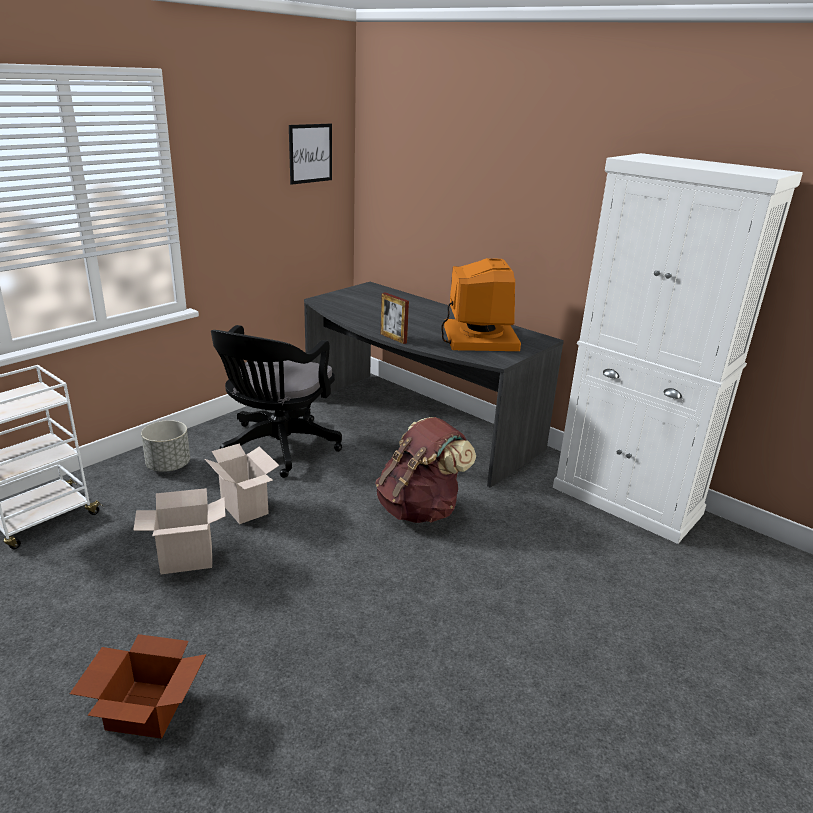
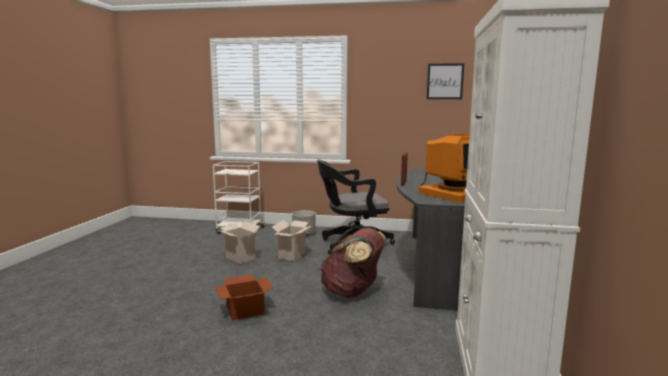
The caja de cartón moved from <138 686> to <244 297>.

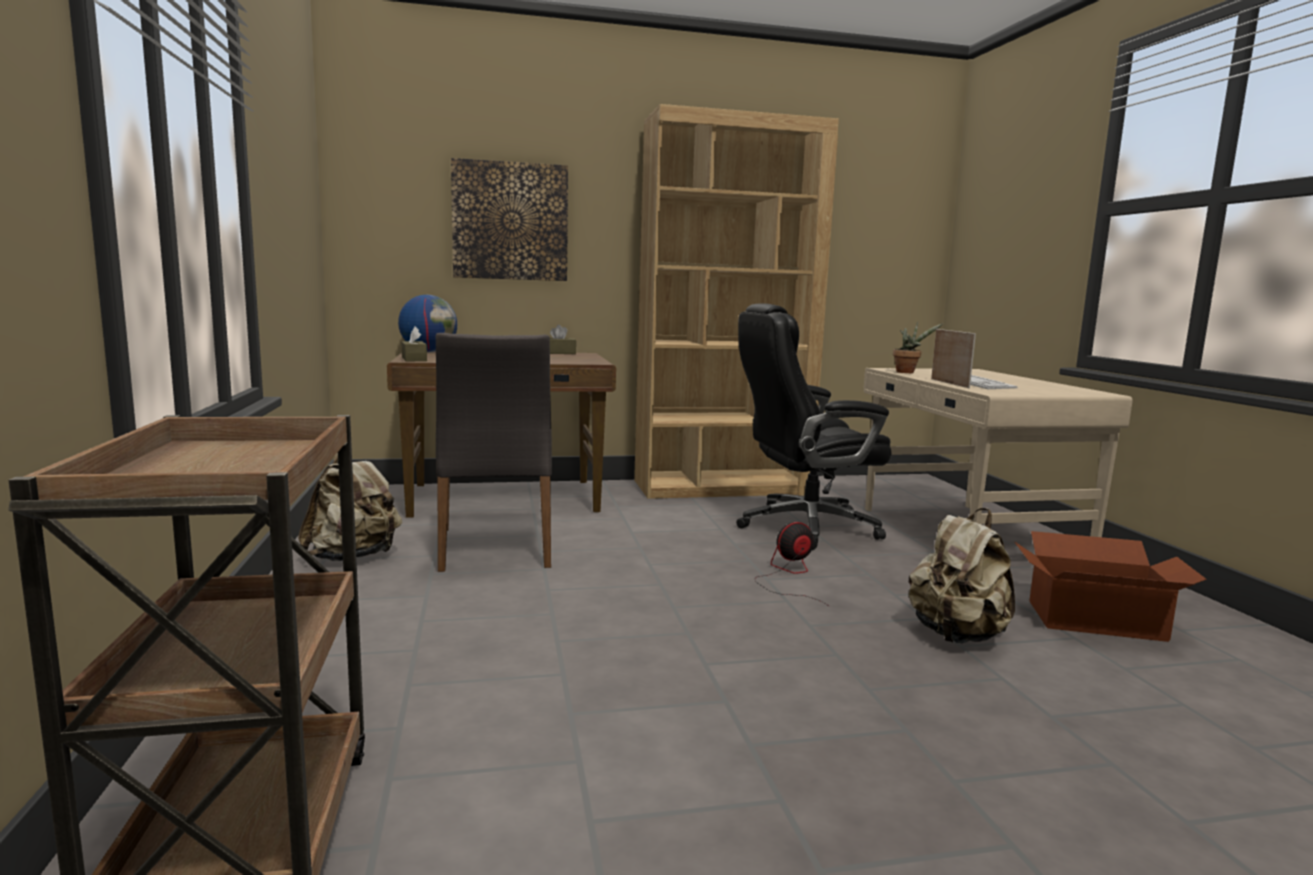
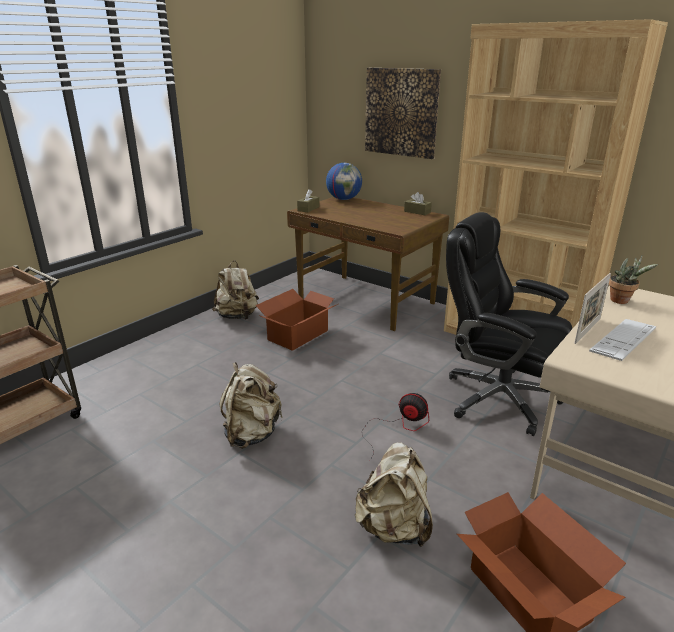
The mochila (beis) at <251 405> appeared.
The silla (gris) at <494 452> was replaced by the caja de cartón at <296 320>.

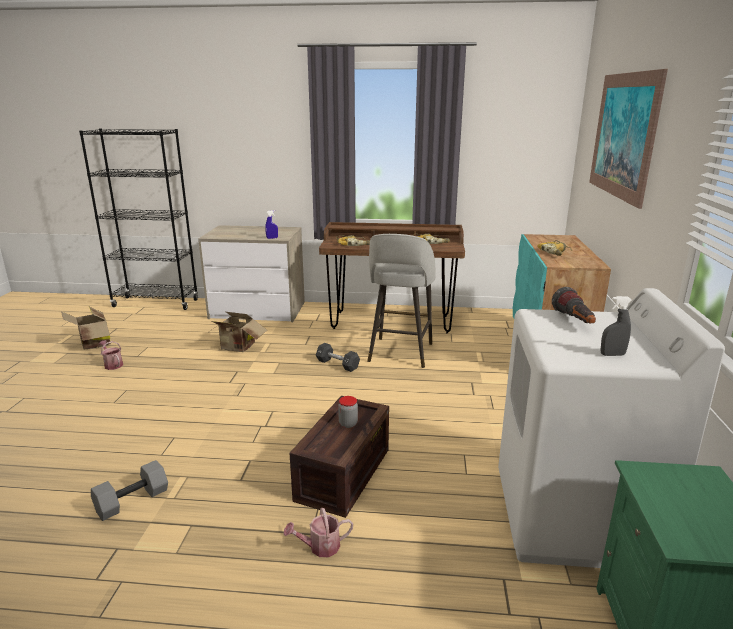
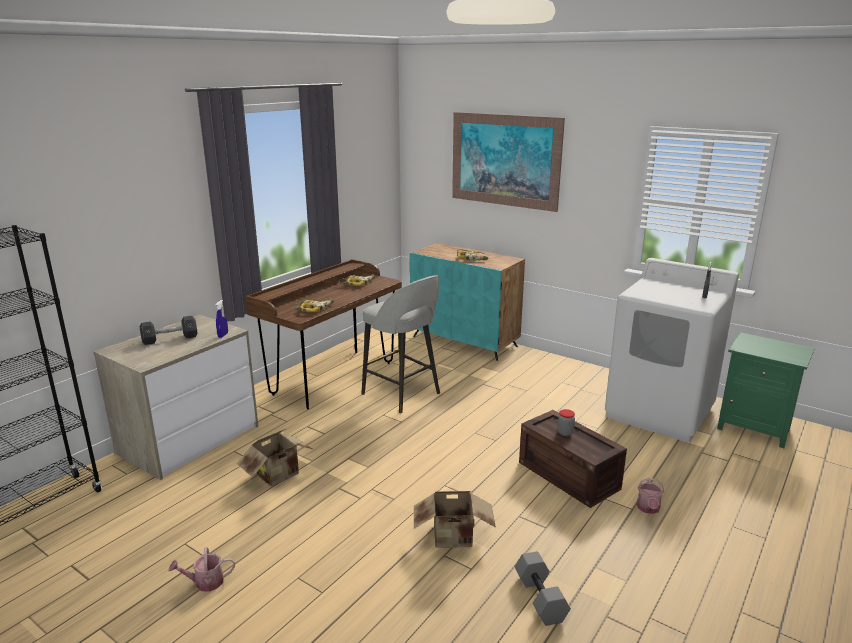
The mancuerna (negro) moved from <338 357> to <168 330>.
The caja de cartón moved from <86 328> to <455 519>.
The linterna at <574 305> disappeared.

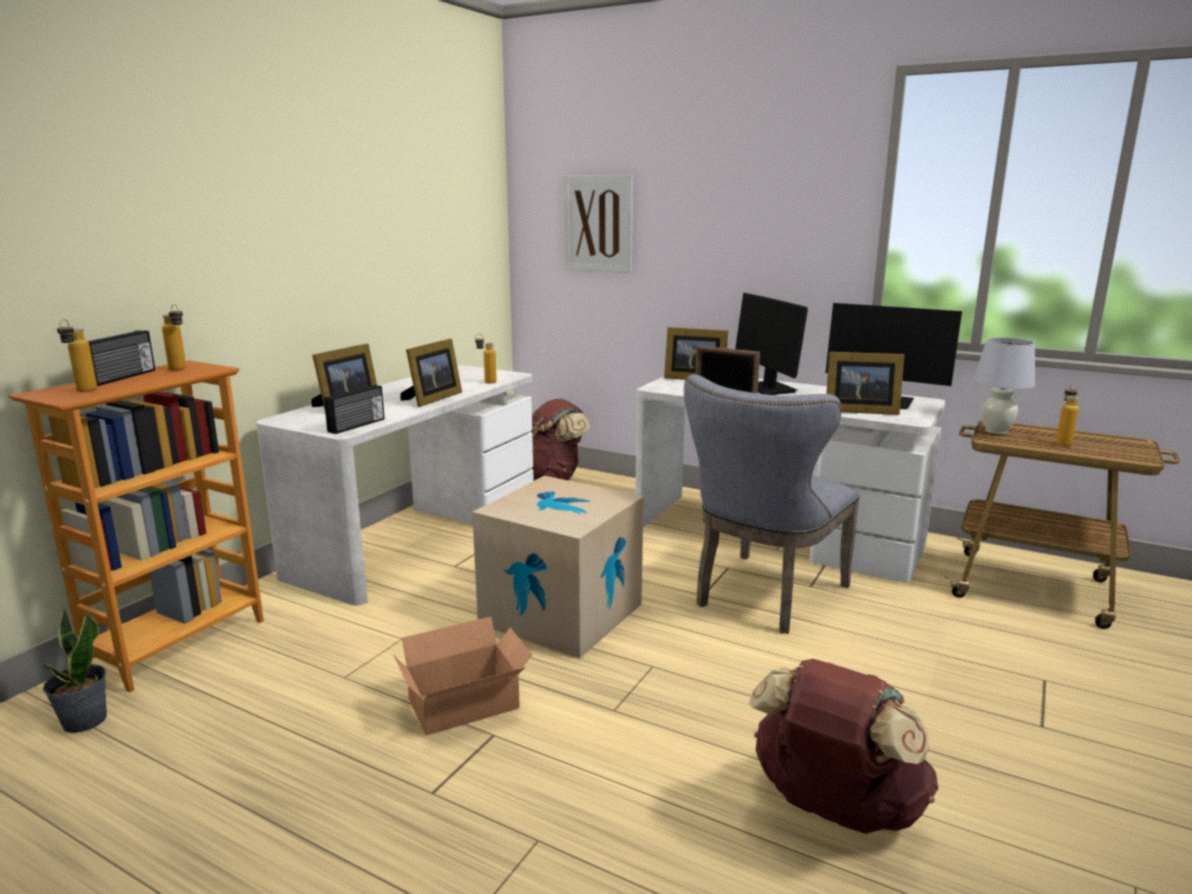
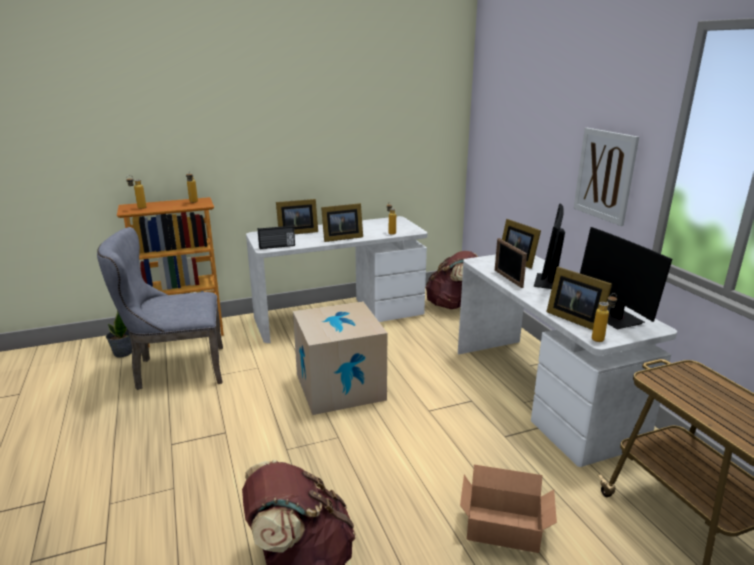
The silla (gris) moved from <772 504> to <160 308>.
The caja de cartón moved from <462 676> to <508 509>.
The cuadro moved from <598 224> to <606 177>.
The botella moved from <1067 414> to <604 317>.
The radio at <121 358> disappeared.
The lámpara de mesa (blanco) at <1004 385> disappeared.

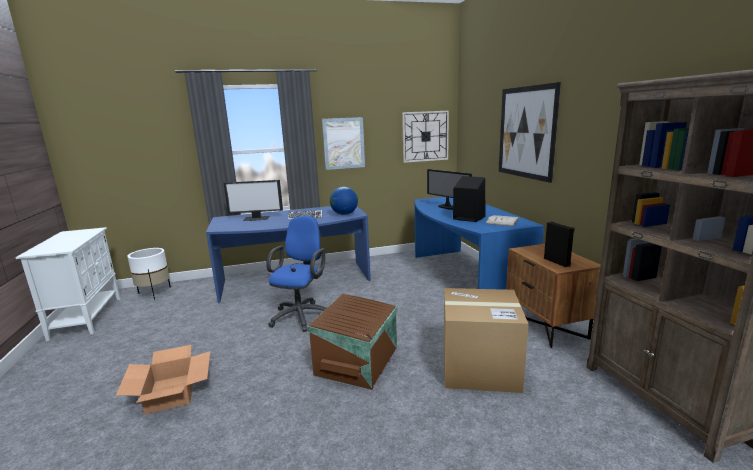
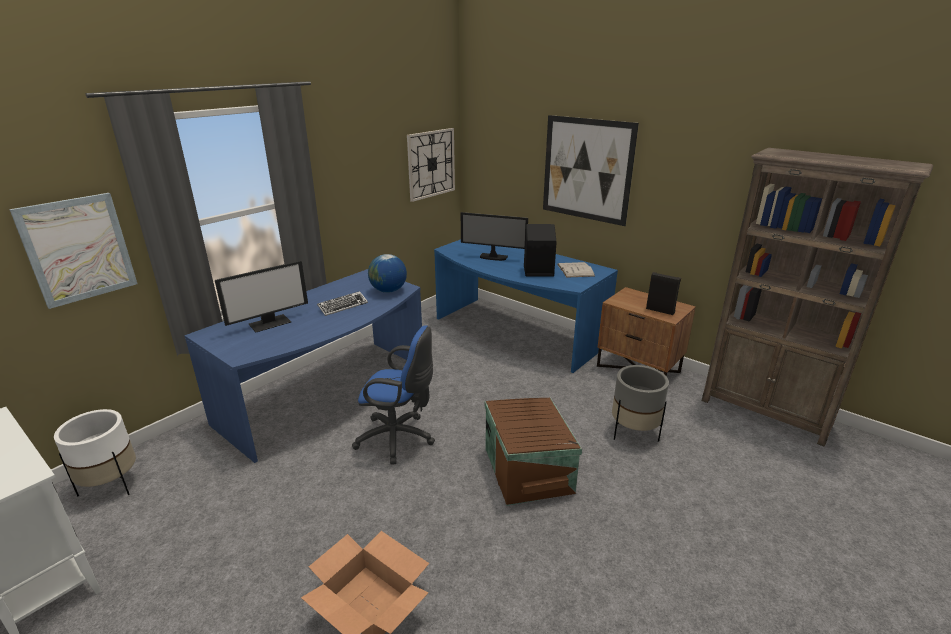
The cuadro moved from <343 143> to <73 251>.
The silla de oficina (azul) at <296 273> turned 120 degrees clockwise.
The caja de cartón at <486 340> was replaced by the maceta (gris) at <640 403>.

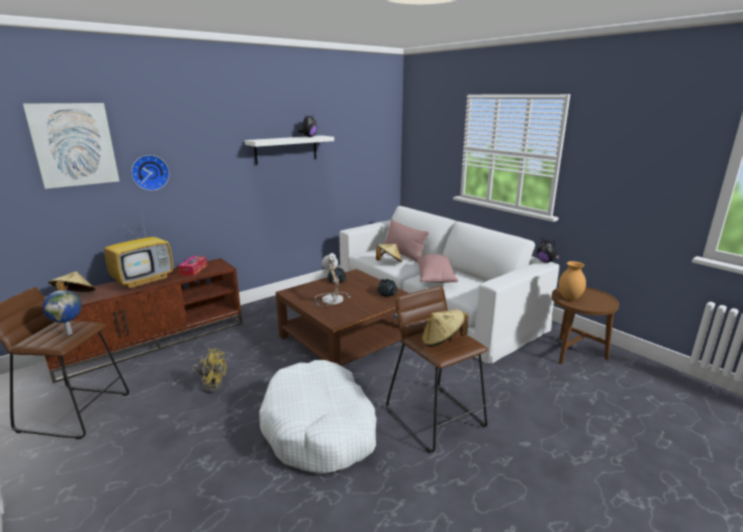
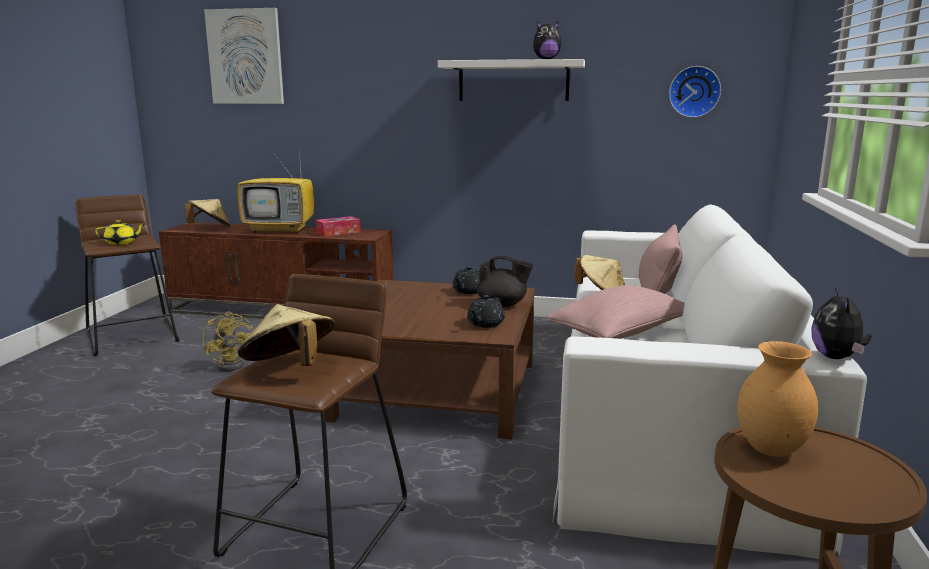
The globo terráqueo at <62 312> was replaced by the tetera (amarillo) at <120 232>.
The tetera (negro) at <505 281> appeared.
The reloj de pared moved from <150 173> to <695 92>.
The cama para perro (blanco) at <318 417> disappeared.
The lámpara de mesa at <333 280> disappeared.

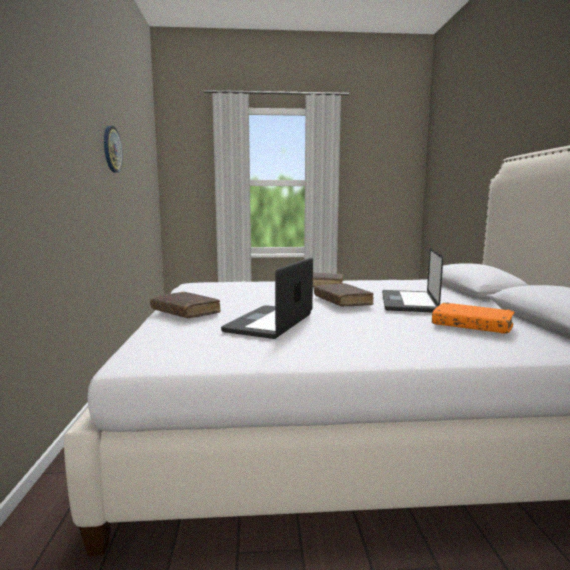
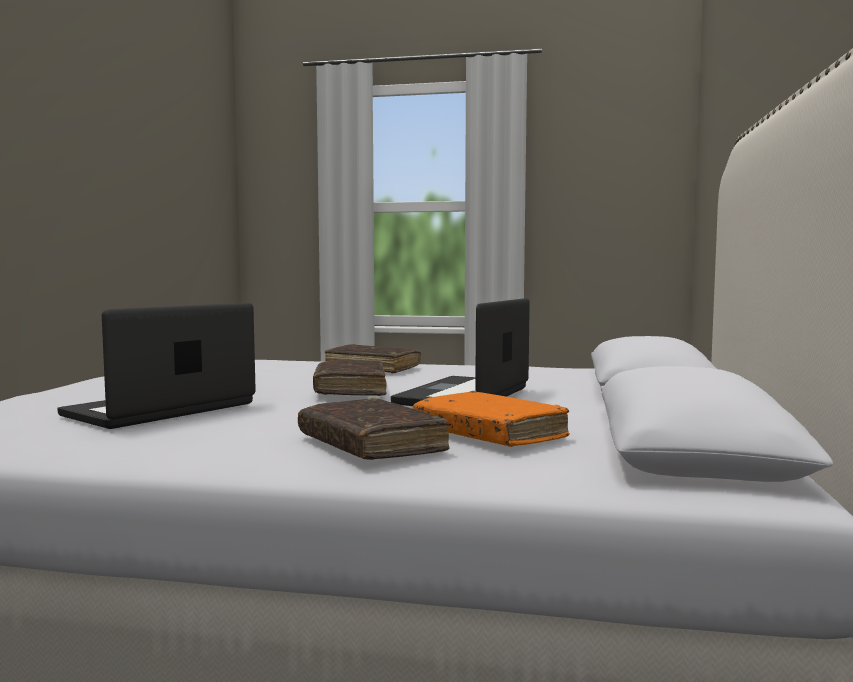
The libro (marrón) moved from <185 305> to <374 429>.
The reloj de pared at <113 149> disappeared.

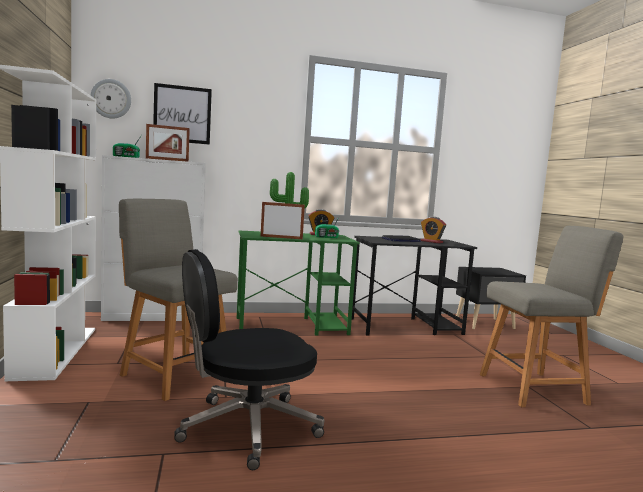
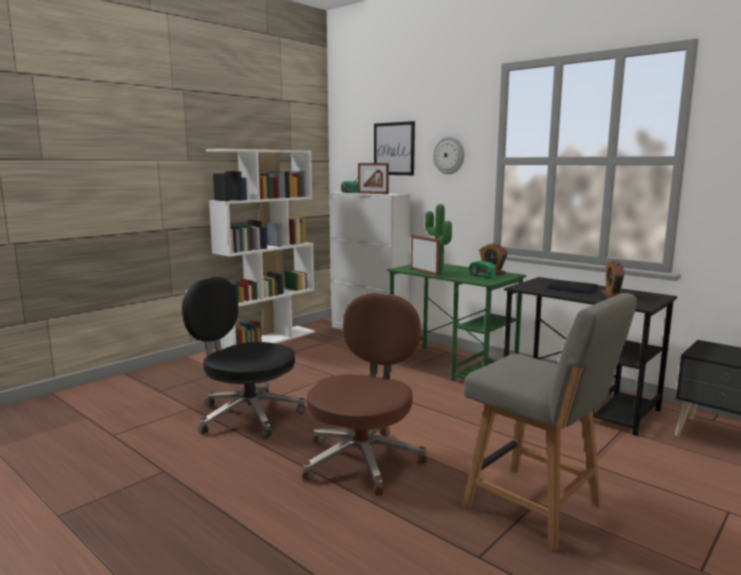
The silla de oficina (marrón) at <364 394> appeared.
The reloj de pared moved from <110 98> to <448 155>.
The silla (gris) at <178 300> disappeared.

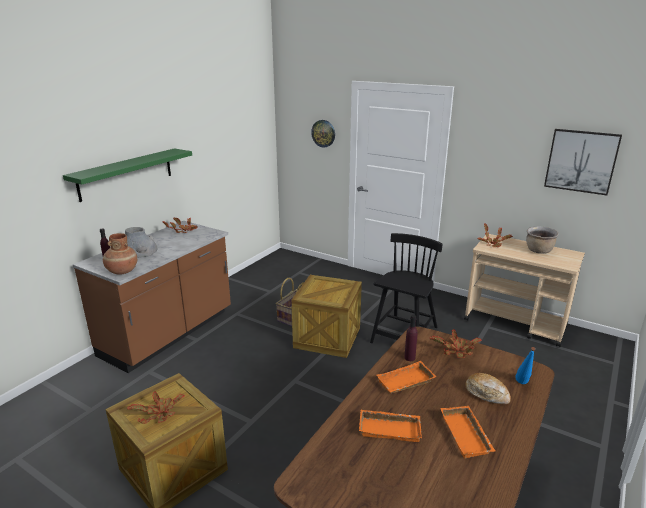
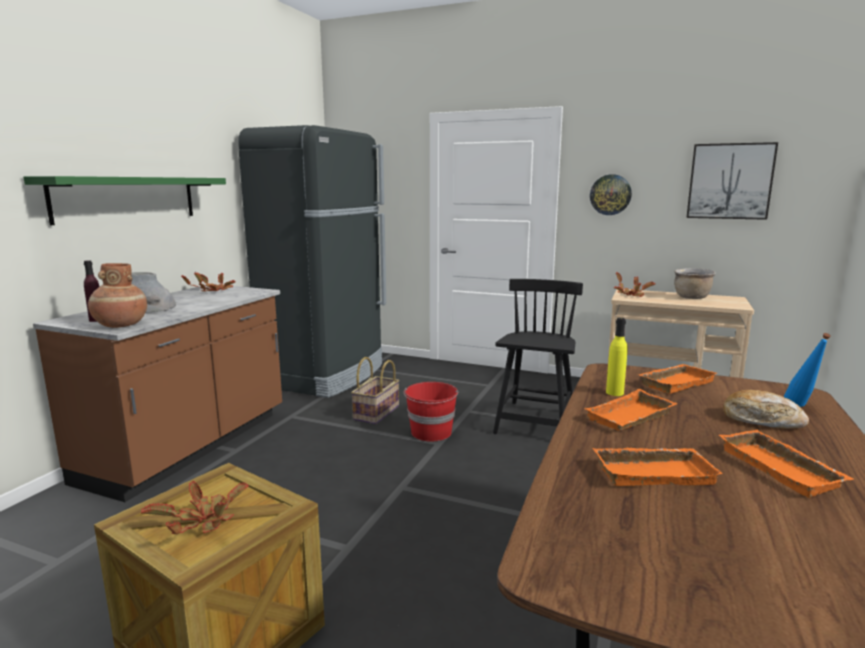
The nevera (negro) at <312 261> appeared.
The caja de embalaje at <327 316> was replaced by the cubo (rojo) at <431 412>.
The reloj de pared moved from <323 134> to <611 194>.
The botella (morado) at <411 338> became the botella (amarillo) at <617 357>.
The planta en maceta at <455 343> was replaced by the bandeja (naranja) at <677 379>.

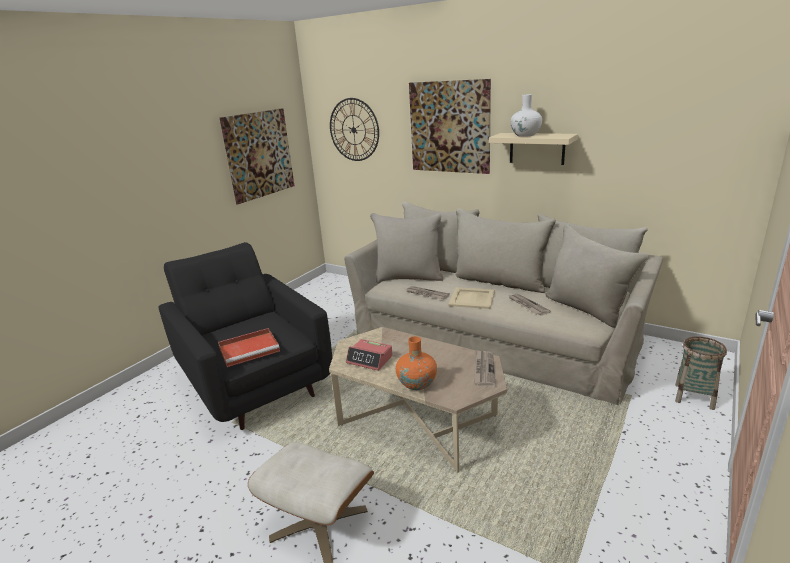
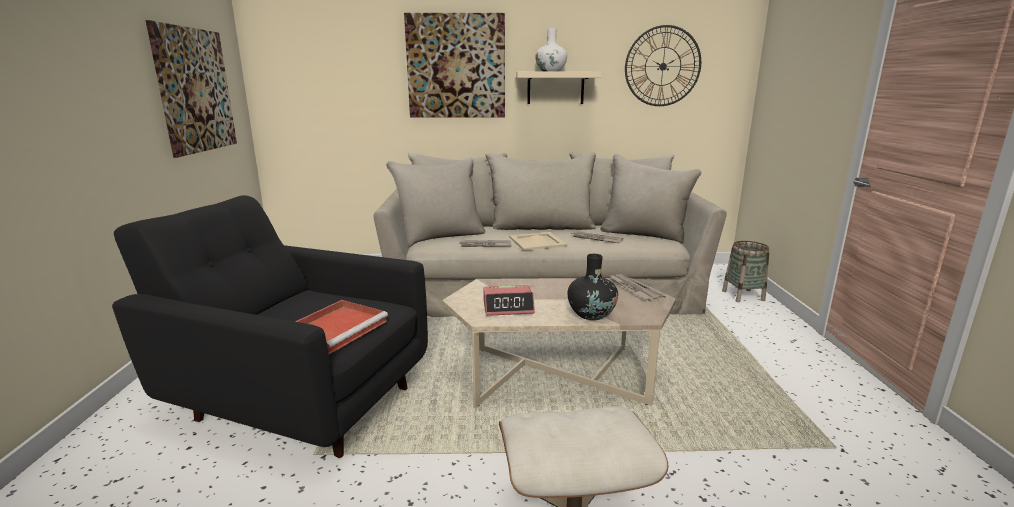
The florero (naranja) at <416 363> became the florero (negro) at <593 287>.
The reloj de pared moved from <354 129> to <663 65>.

